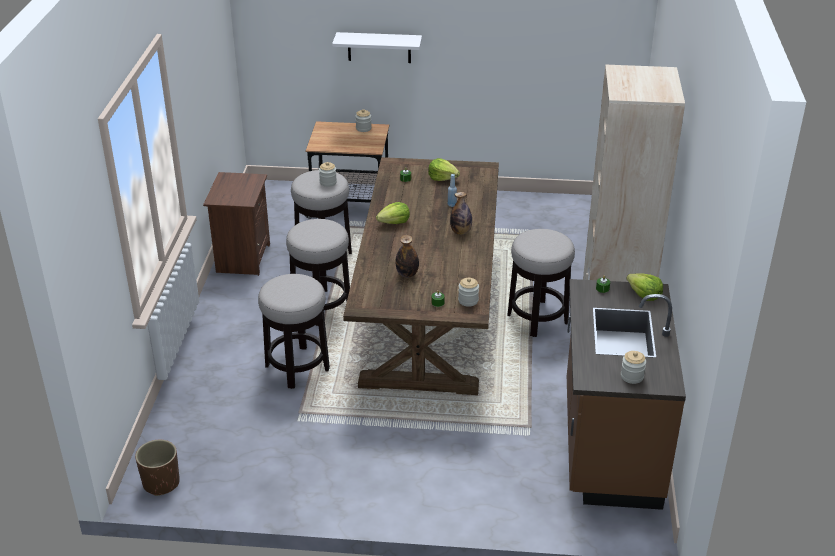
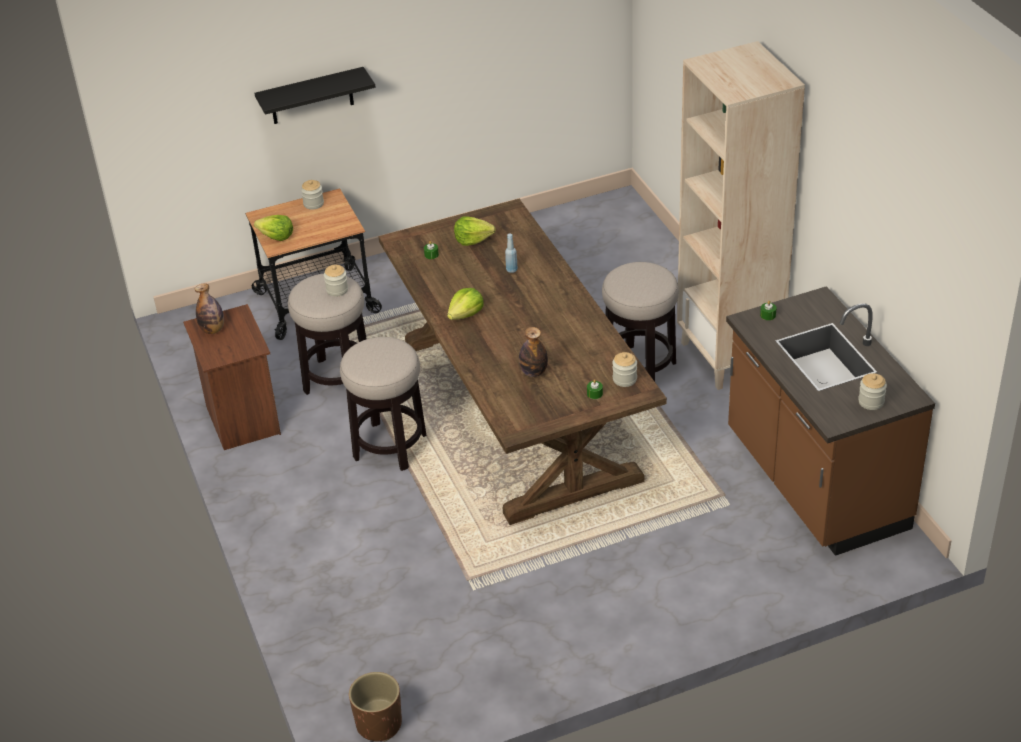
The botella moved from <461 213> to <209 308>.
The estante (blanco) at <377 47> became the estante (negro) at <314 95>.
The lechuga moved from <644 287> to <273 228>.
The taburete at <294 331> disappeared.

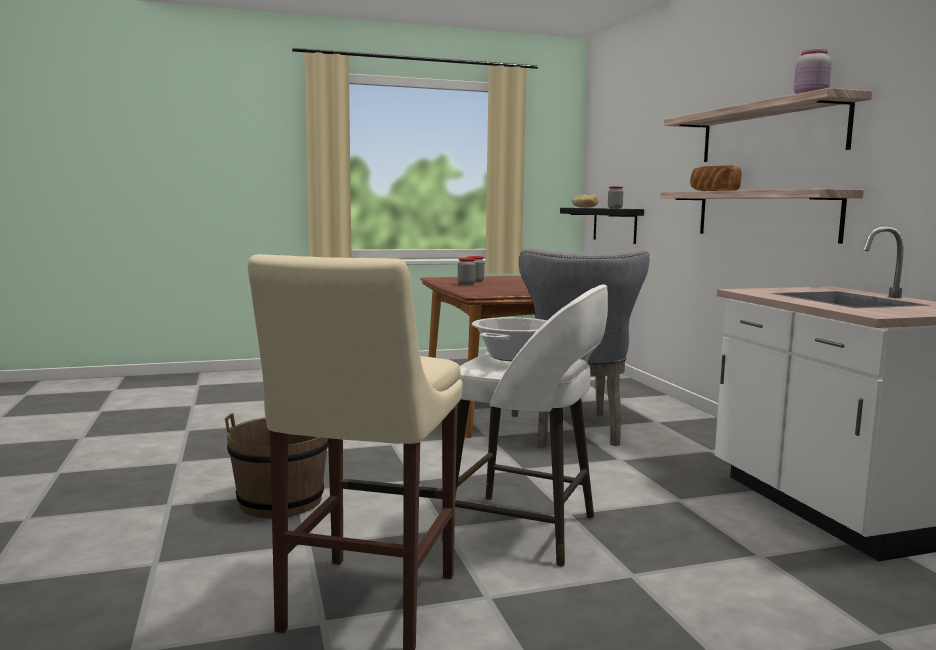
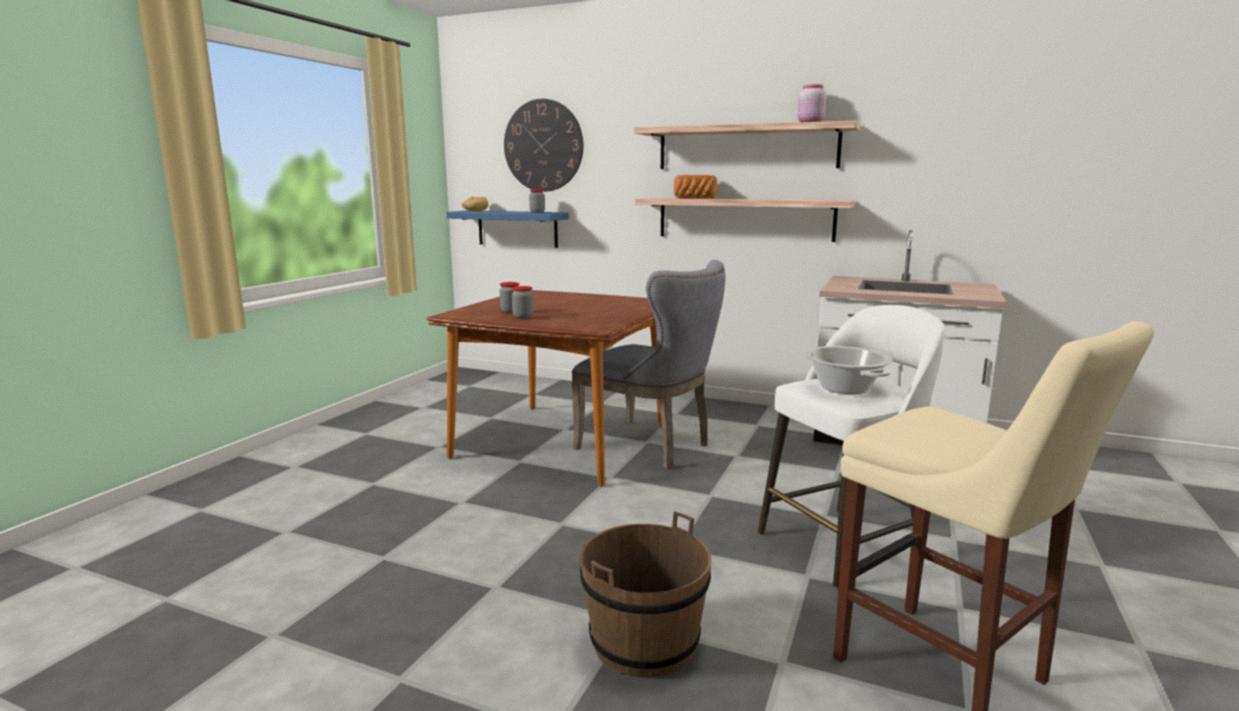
The estante (negro) at <602 226> became the estante (azul) at <507 229>.
The reloj de pared at <543 145> appeared.

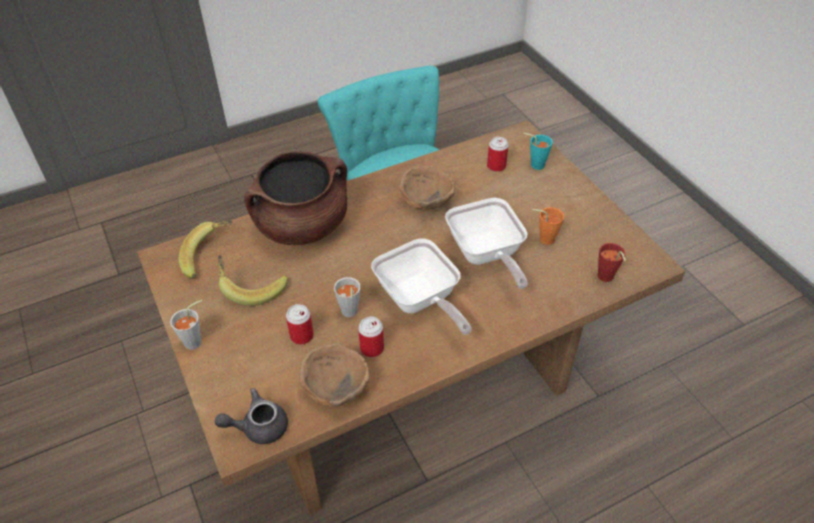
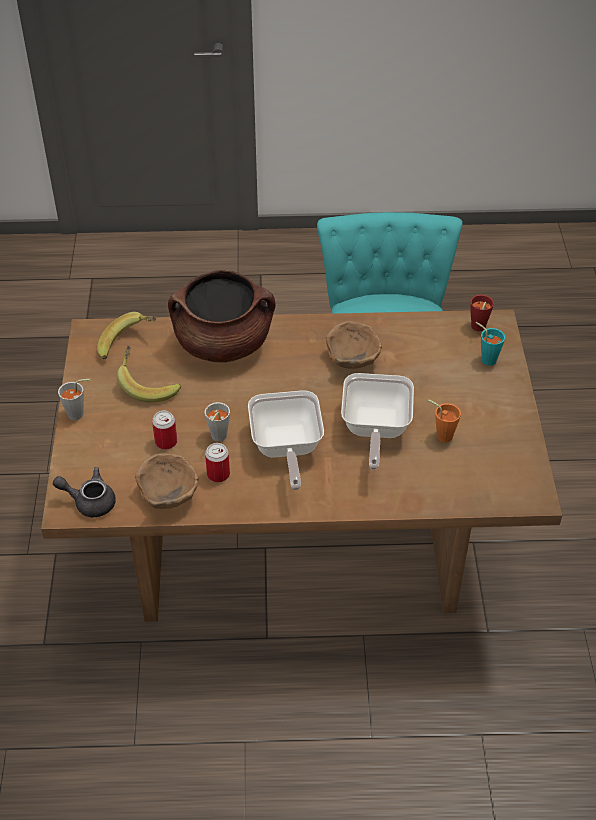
The taza (rojo) moved from <612 262> to <482 313>.
The lata at <498 154> disappeared.

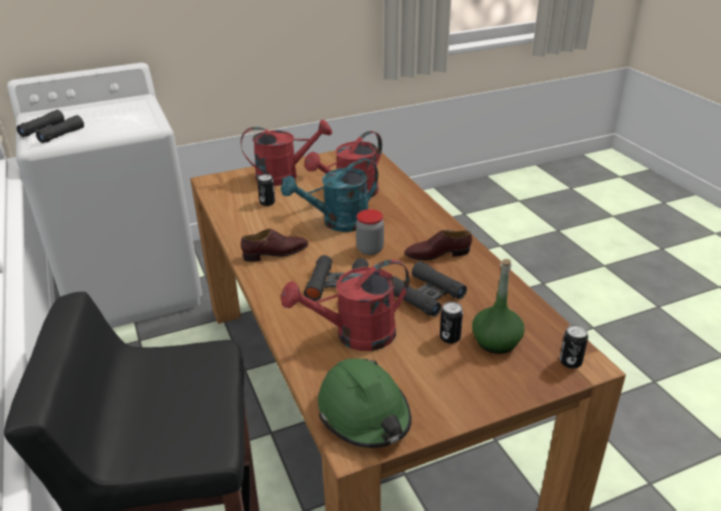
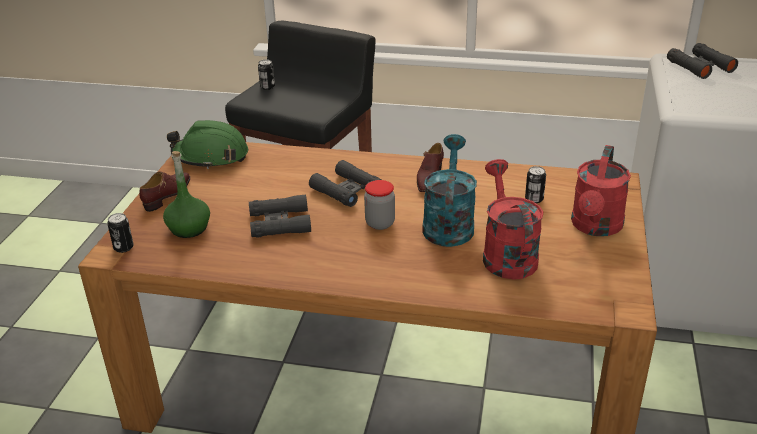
The zapato (marrón) moved from <438 244> to <164 192>.
The lata moved from <451 323> to <266 74>.
The regadera (rojo) at <345 305> disappeared.

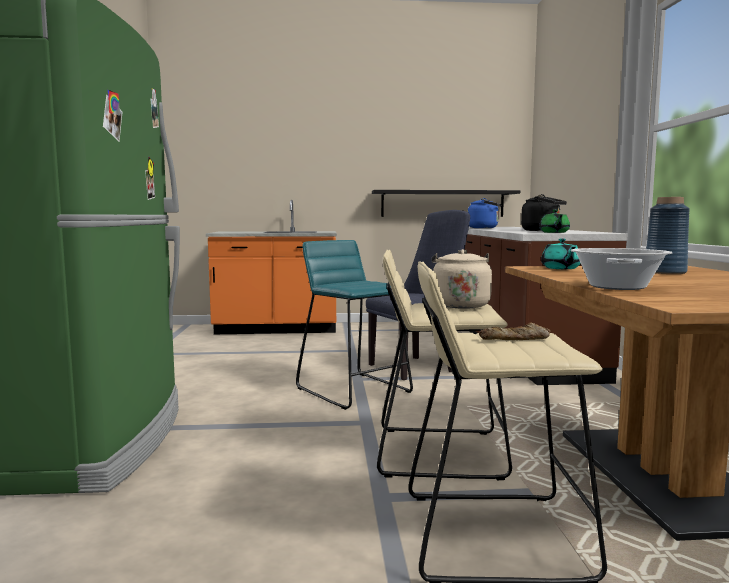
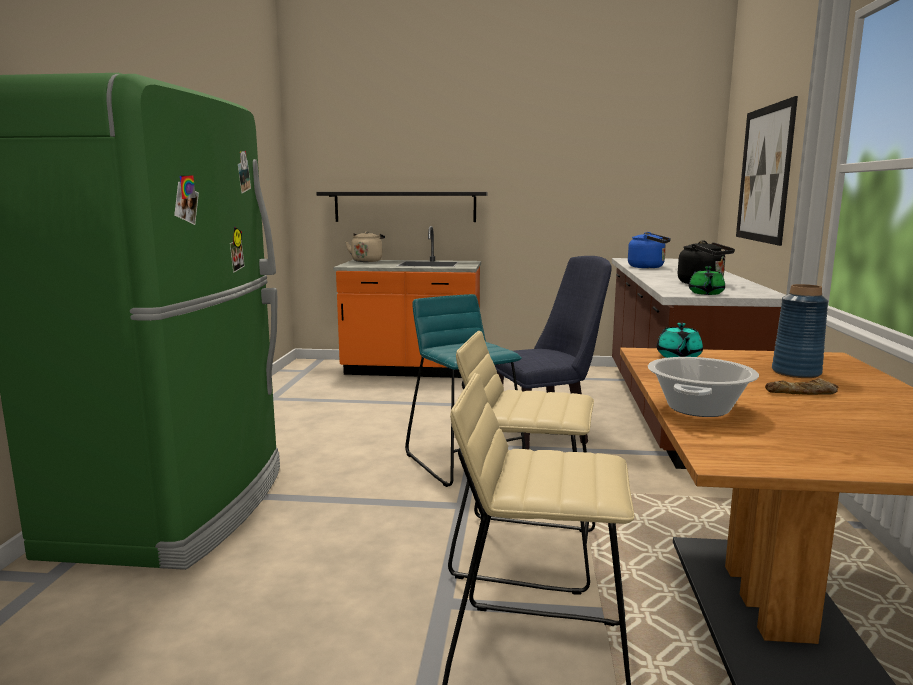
The estante (negro) moved from <446 203> to <402 207>.
The hervidor (beis) moved from <462 279> to <365 246>.
The cuadro at <767 171> appeared.
The pan moved from <514 331> to <801 386>.

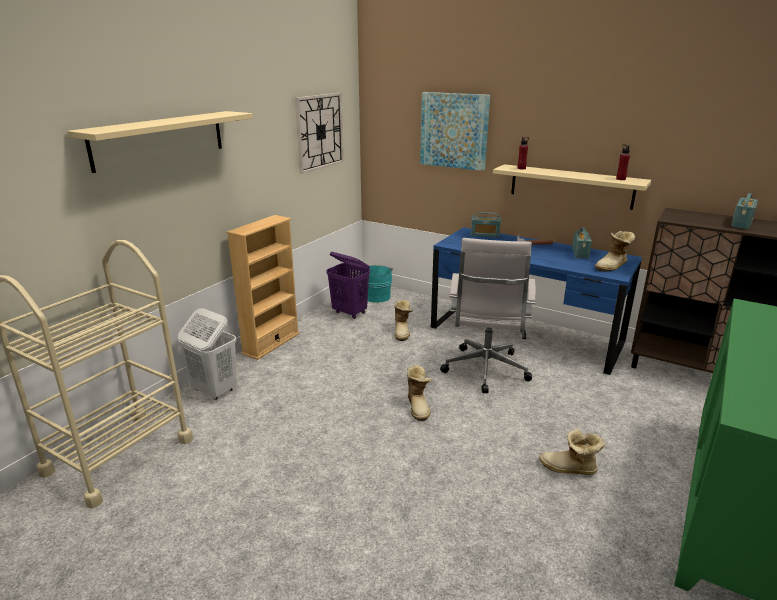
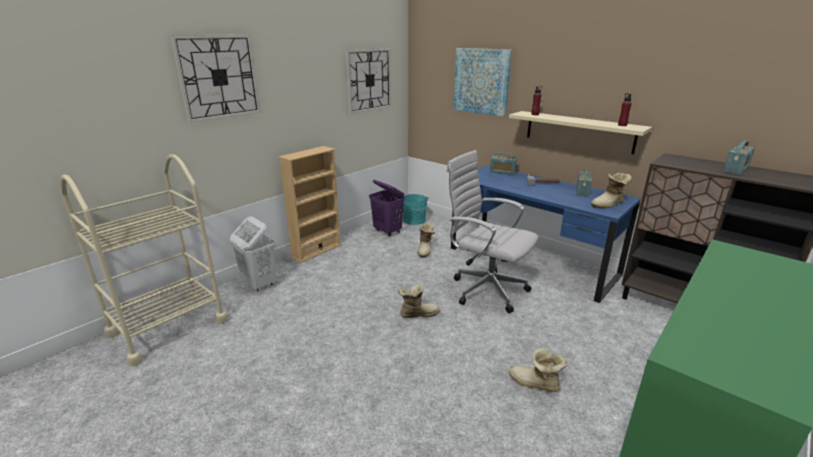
The estante (beis) at <160 142> was replaced by the reloj de pared at <215 79>.
The bota at <419 393> turned 105 degrees counterclockwise.
The silla de oficina (blanco) at <488 315> turned 105 degrees clockwise.

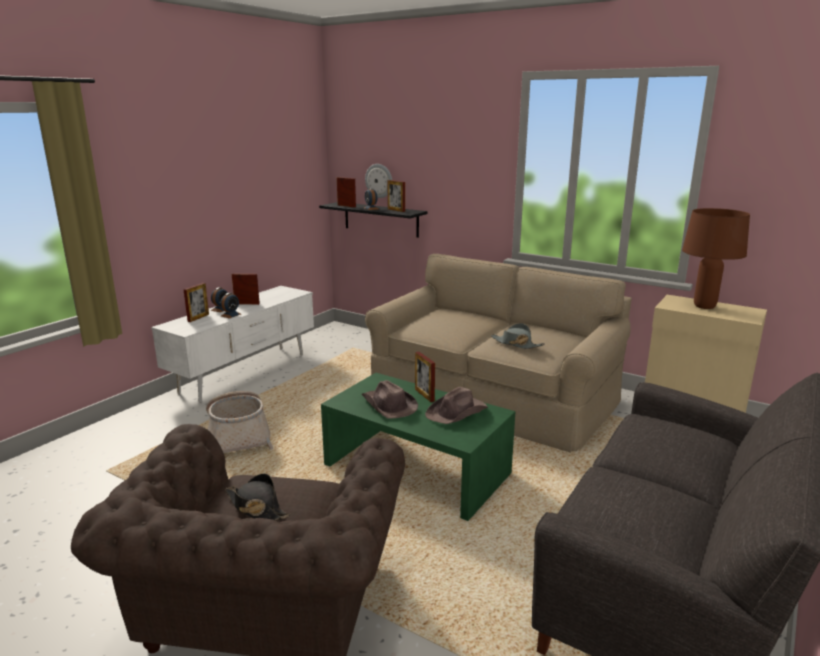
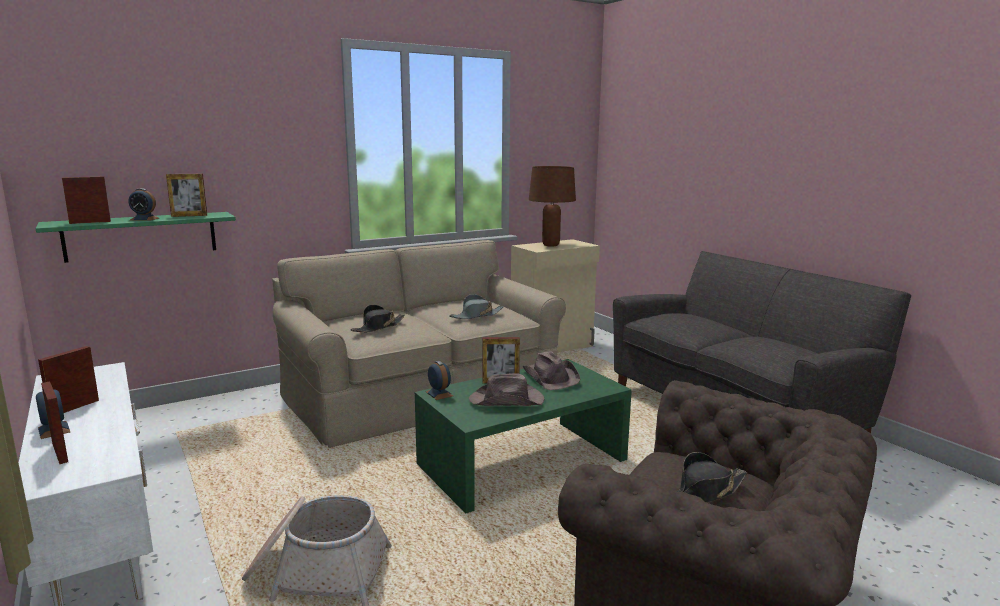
The estante (negro) at <373 220> became the estante (verde) at <136 237>.
The sombrero (negro) at <377 318> appeared.
The despertador moved from <230 306> to <439 380>.
The reloj de pared at <378 181> disappeared.

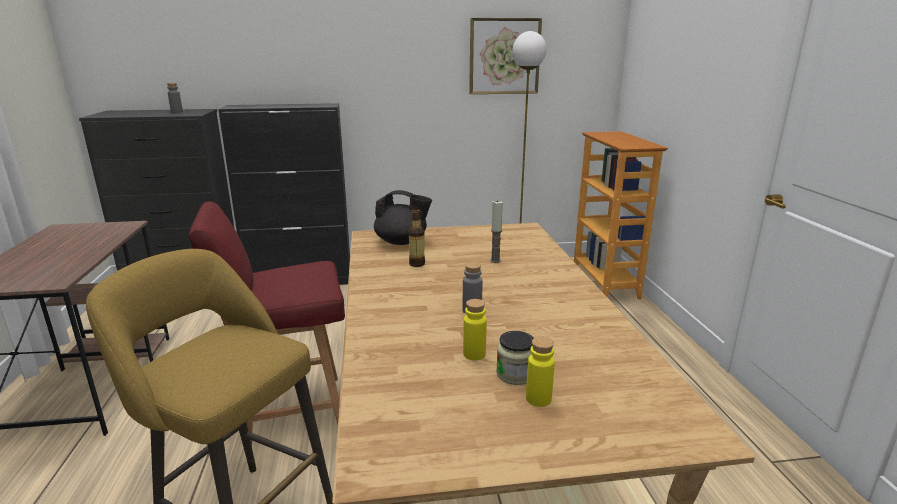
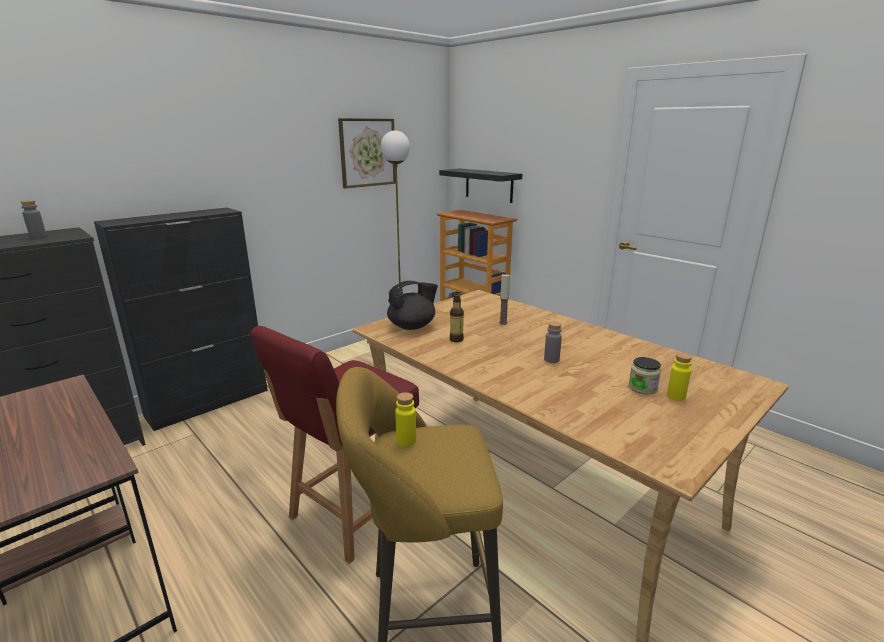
The botella (amarillo) moved from <475 329> to <405 419>.
The estante (negro) at <480 185> appeared.

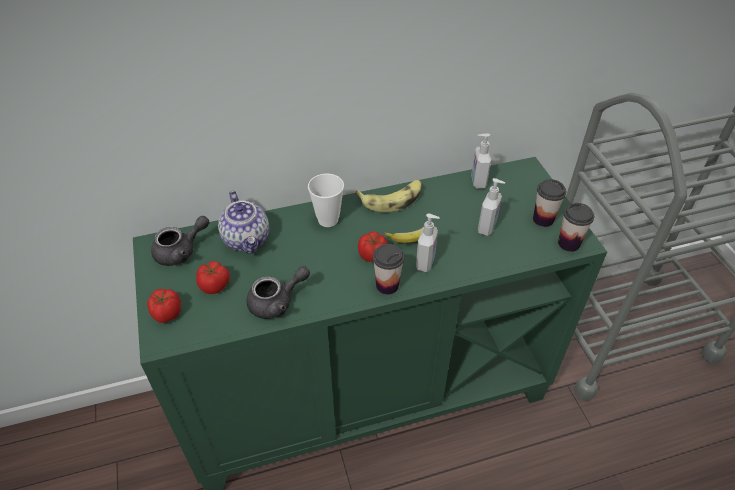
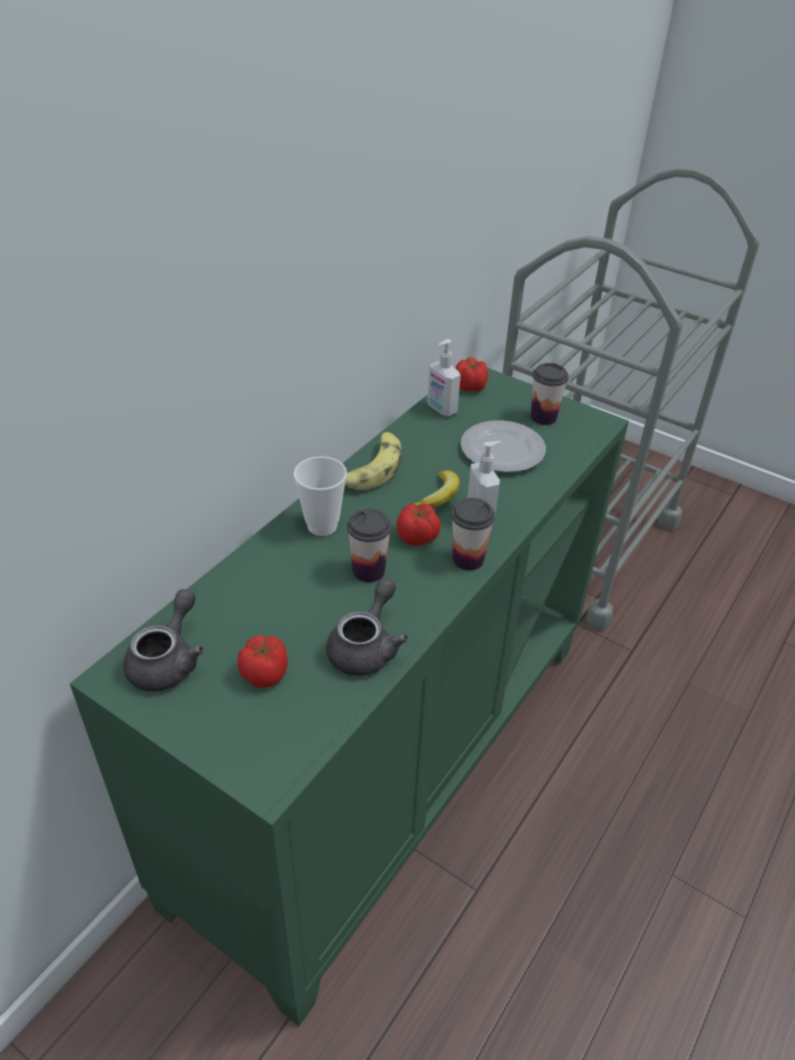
The taza moved from <576 227> to <369 546>.
The tomate moved from <164 306> to <471 374>.
The dispensador de jabón at <491 207> was replaced by the plato at <503 446>.
The tetera at <243 222> disappeared.

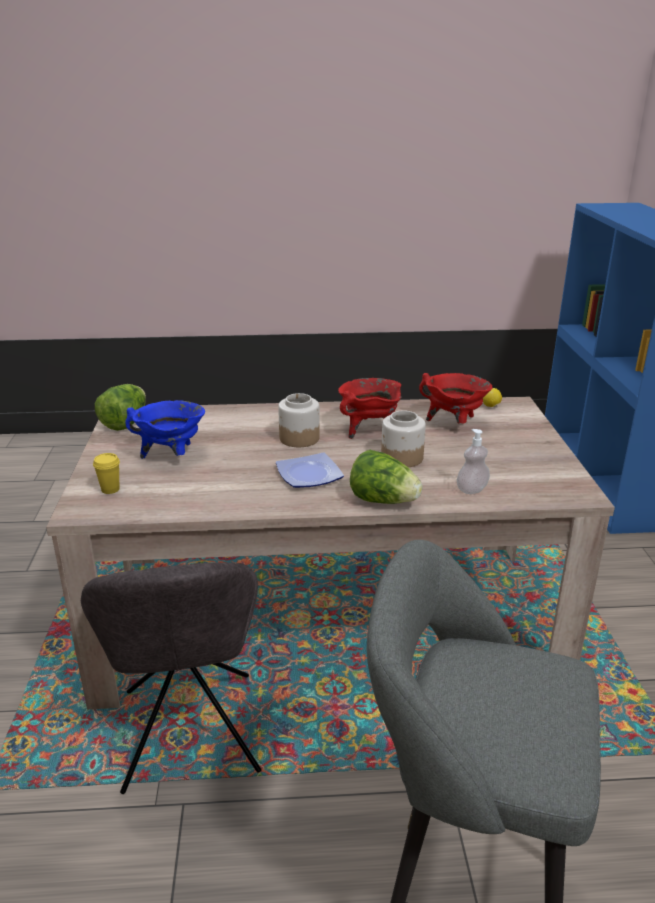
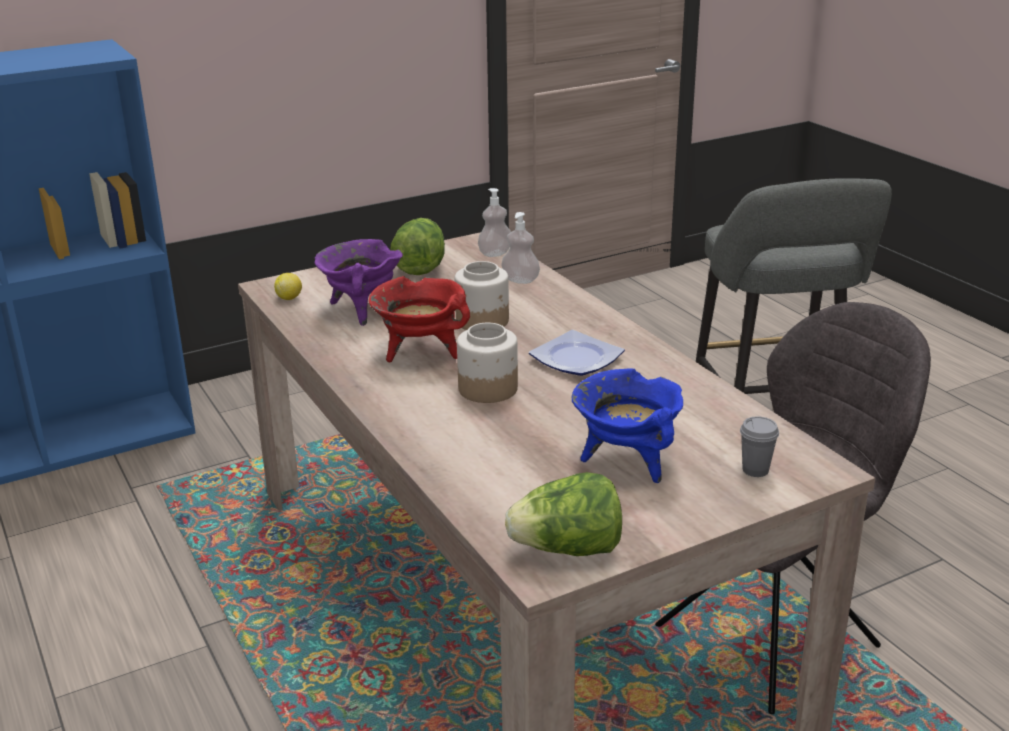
The olla (rojo) at <456 398> became the olla (morado) at <359 282>.
The lechuga moved from <386 477> to <417 246>.
The dispensador de jabón at <494 222> appeared.
The taza (amarillo) at <106 473> became the taza (gris) at <759 446>.

